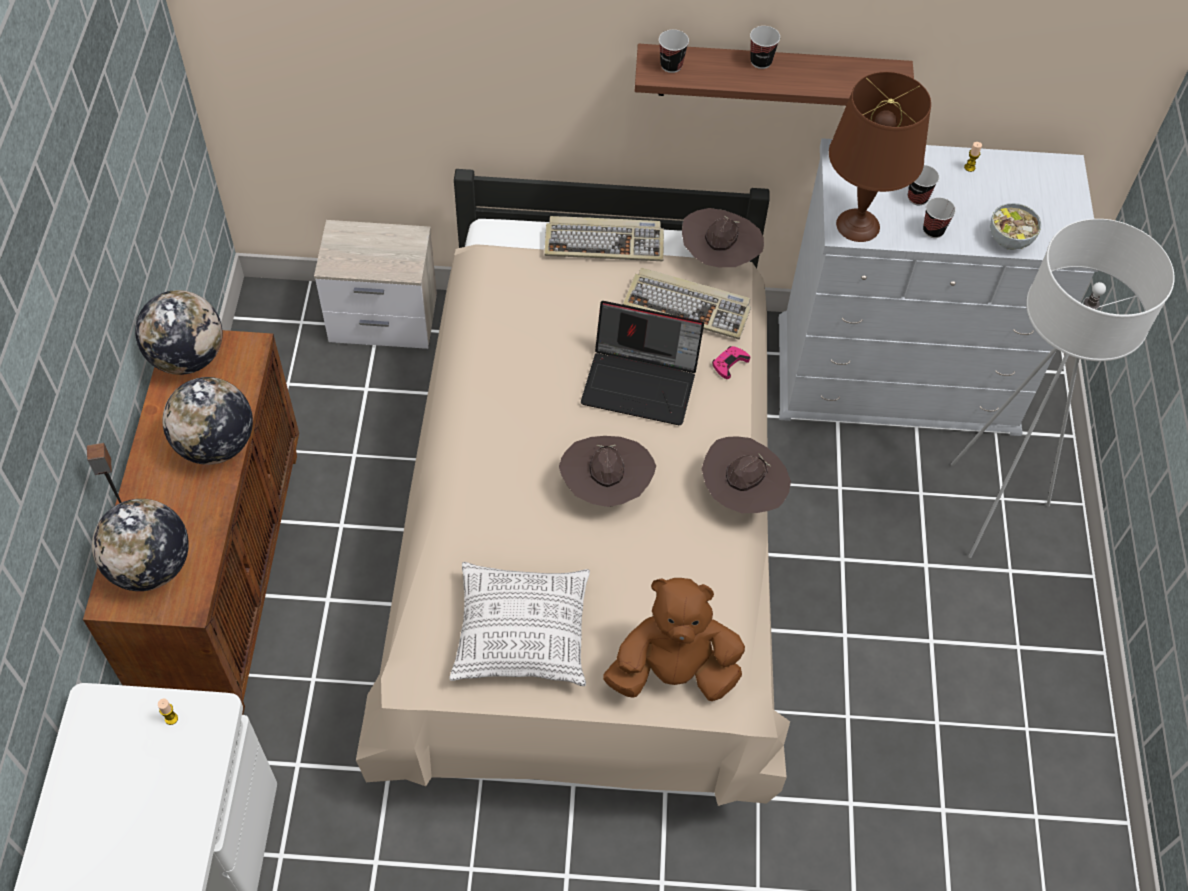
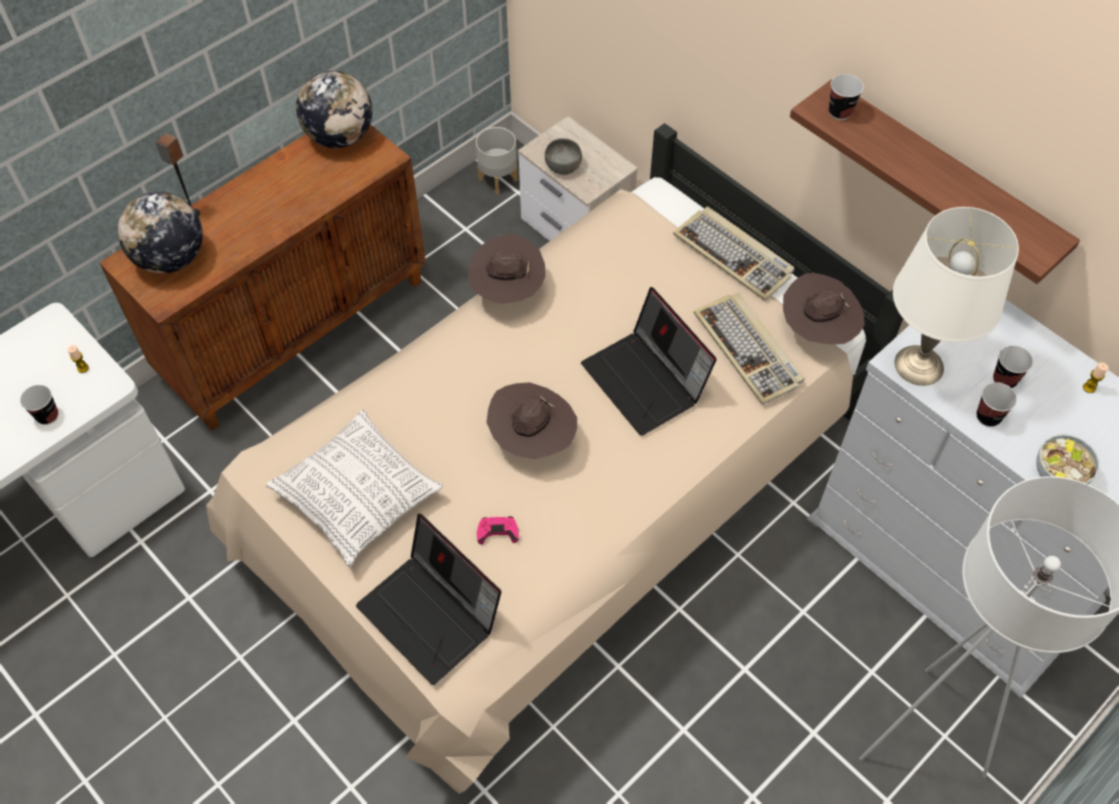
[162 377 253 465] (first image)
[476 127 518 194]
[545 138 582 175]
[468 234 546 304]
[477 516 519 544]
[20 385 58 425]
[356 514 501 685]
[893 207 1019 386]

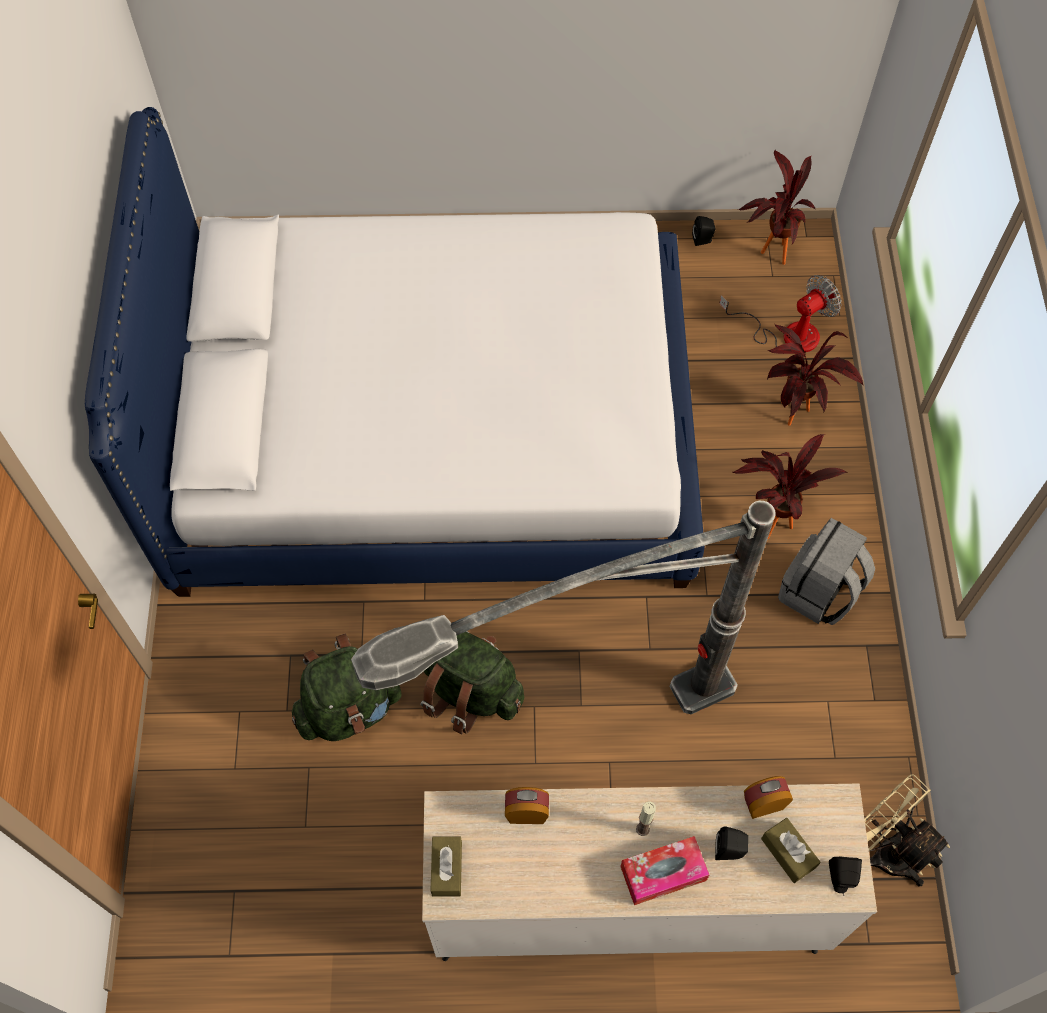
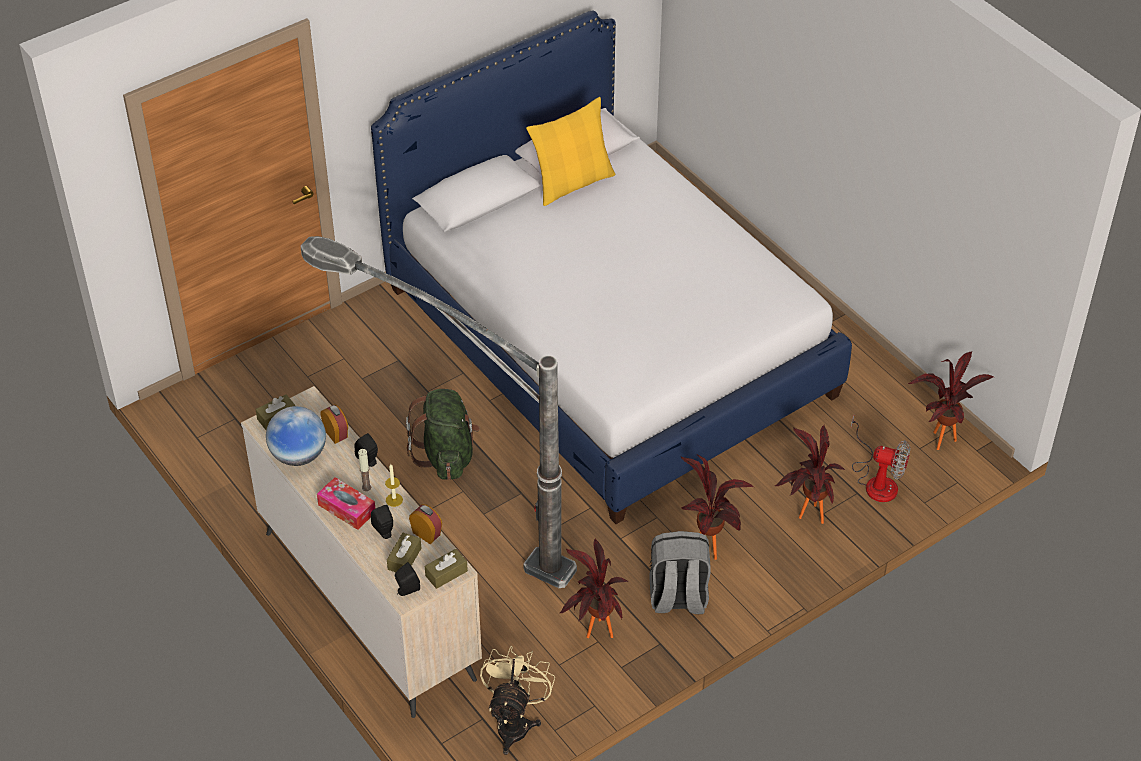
[292 633 402 741] (first image)
[266 406 326 466]
[385 464 403 507]
[425 549 468 589]
[526 97 616 206]
[560 539 628 638]
[354 433 378 467]

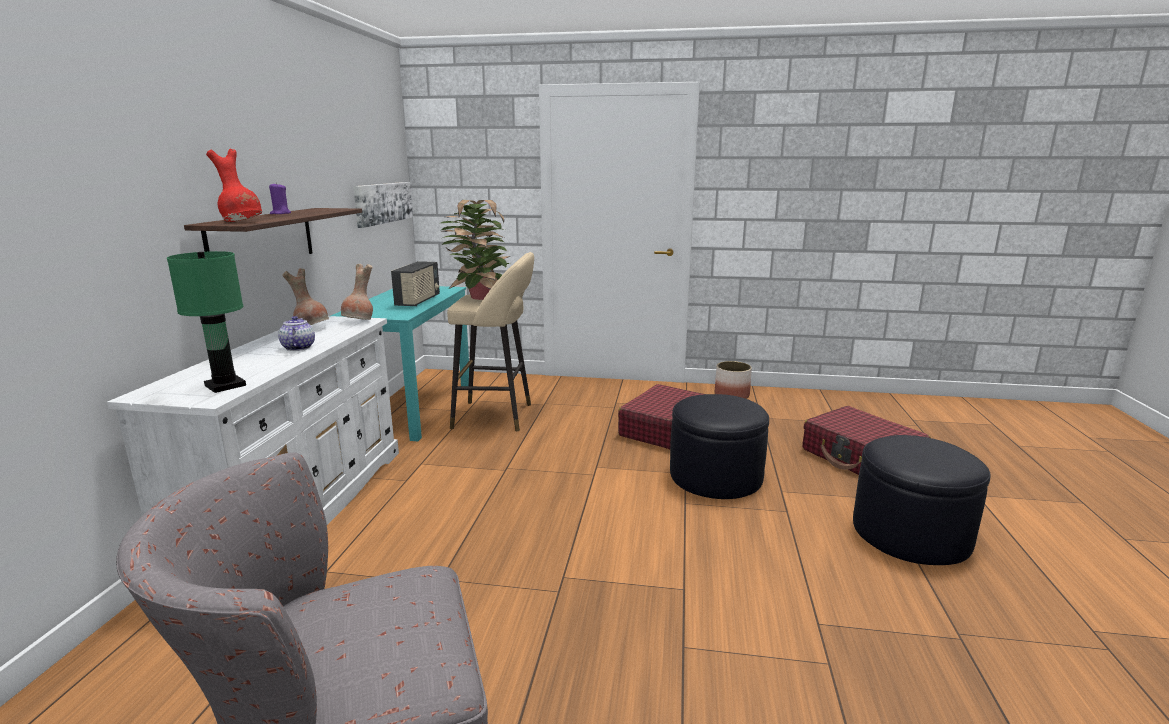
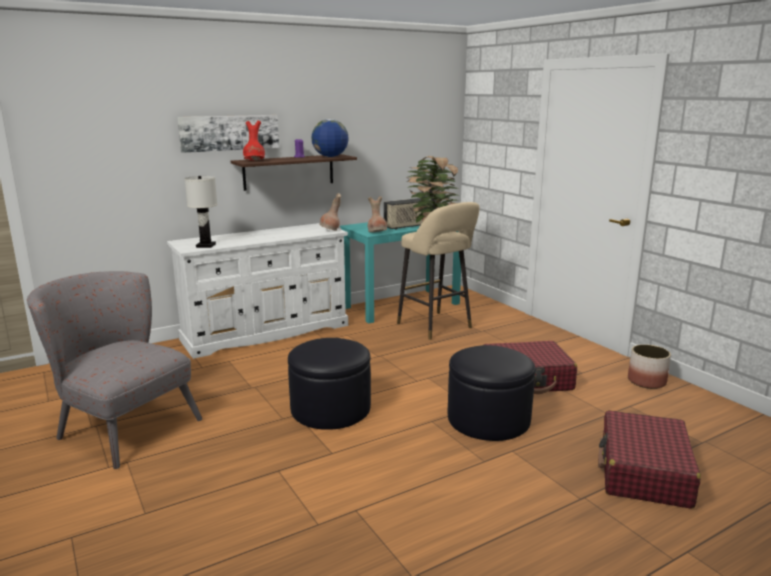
[278 316 315 351] (first image)
[311 119 349 157]
[367 196 387 232]
[177 115 279 153]
[288 338 371 430]
[184 176 217 248]

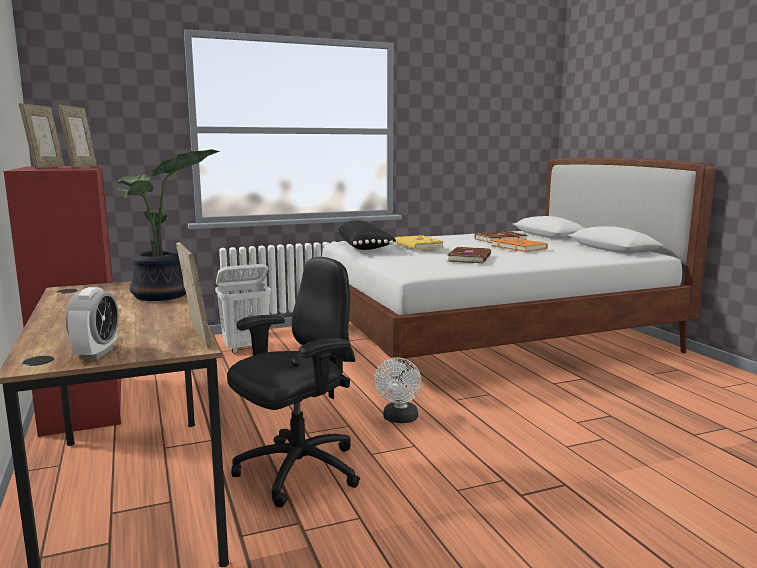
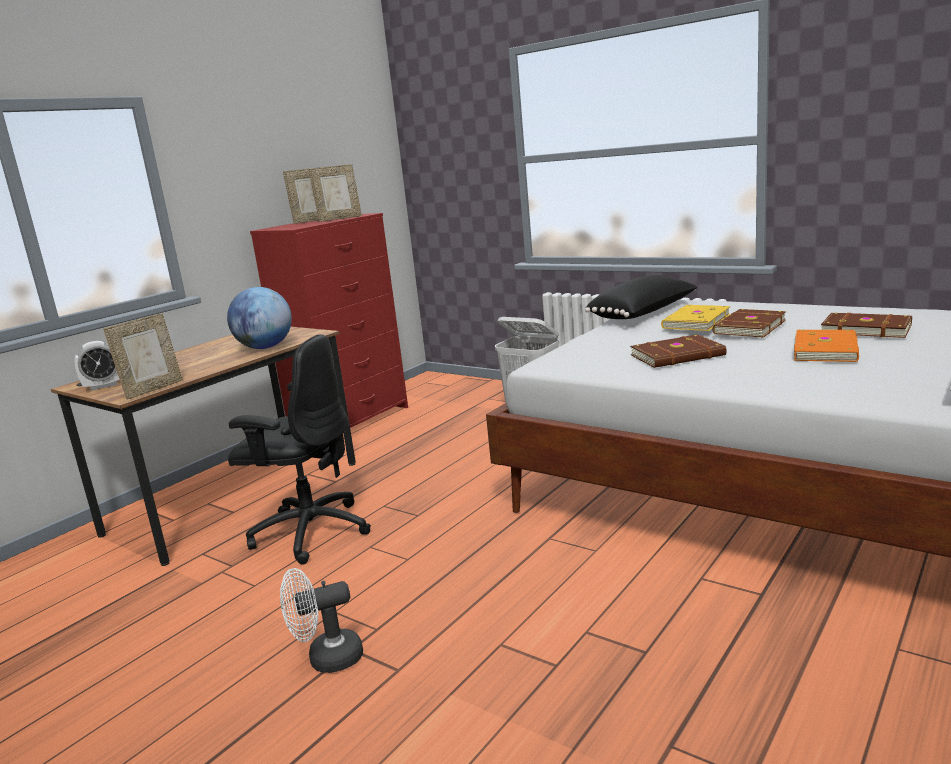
[713 309 786 338]
[280 568 363 673]
[227 287 292 349]

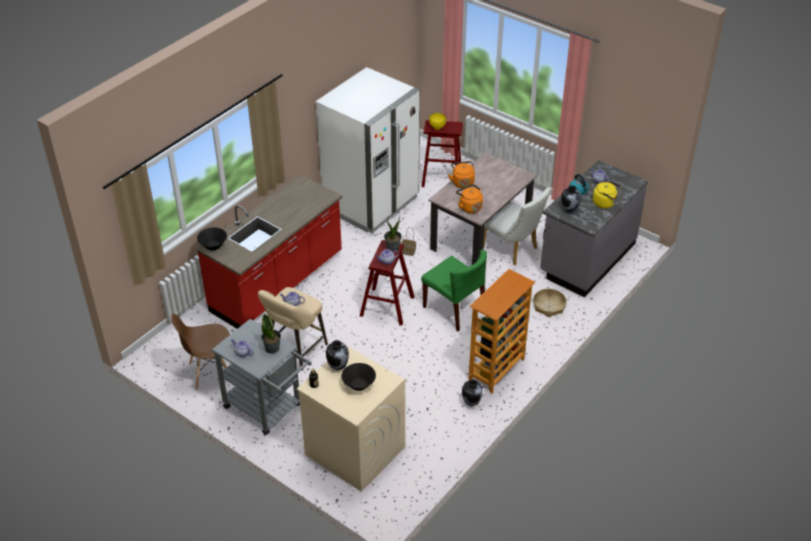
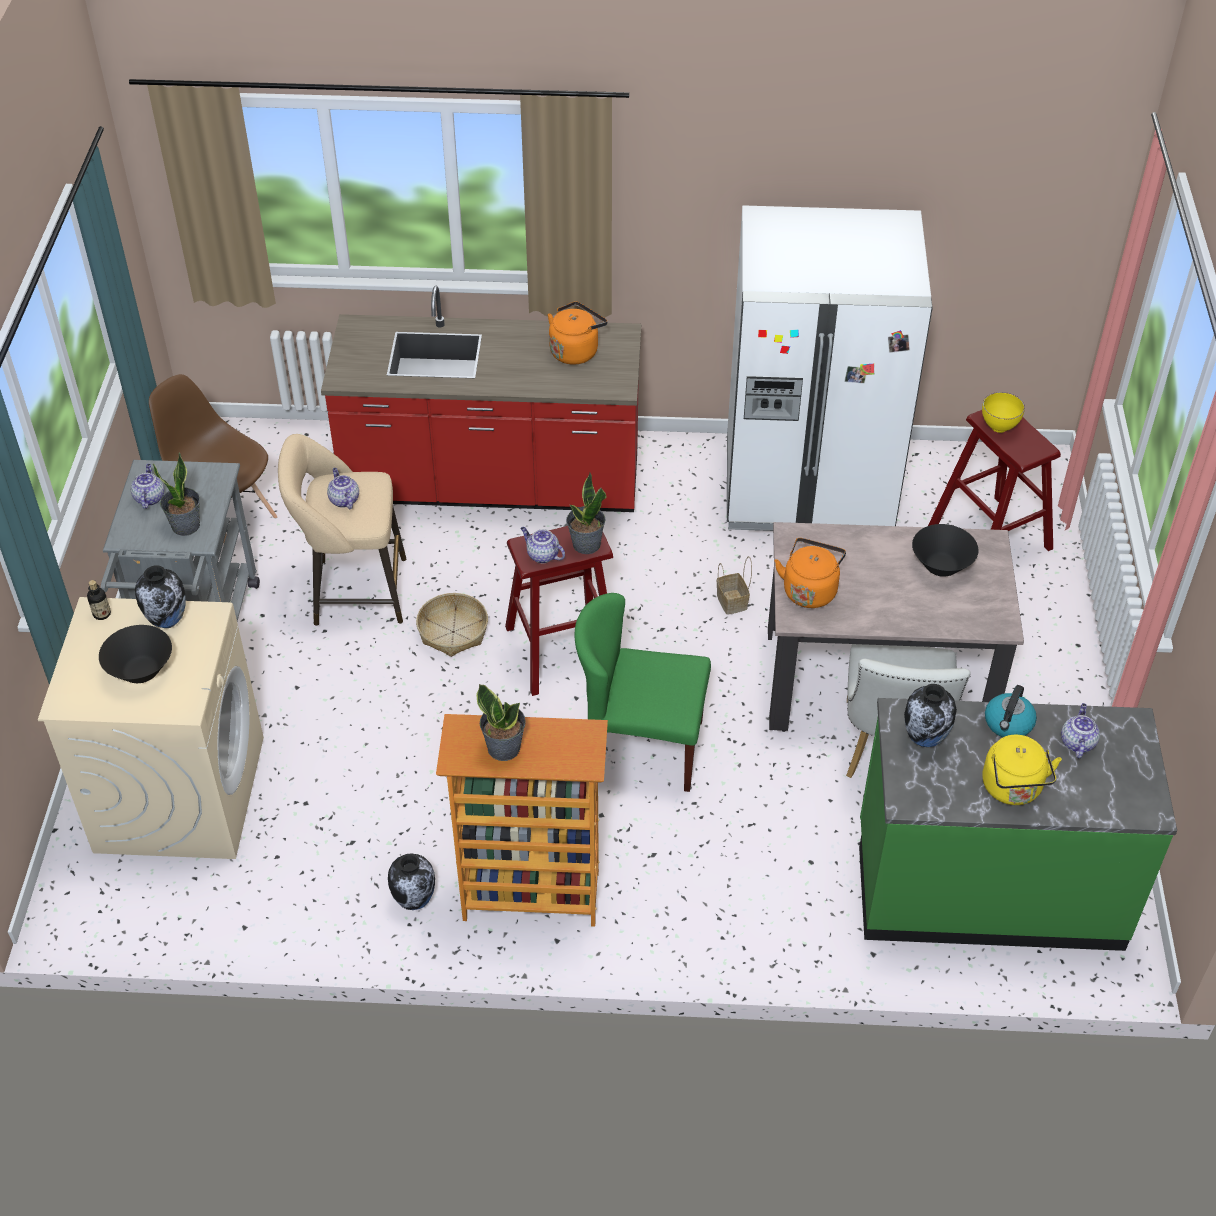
[476 684 526 761]
[912 524 978 577]
[548 301 607 365]
[416 593 488 657]
[859 698 1177 951]
[574 593 711 792]

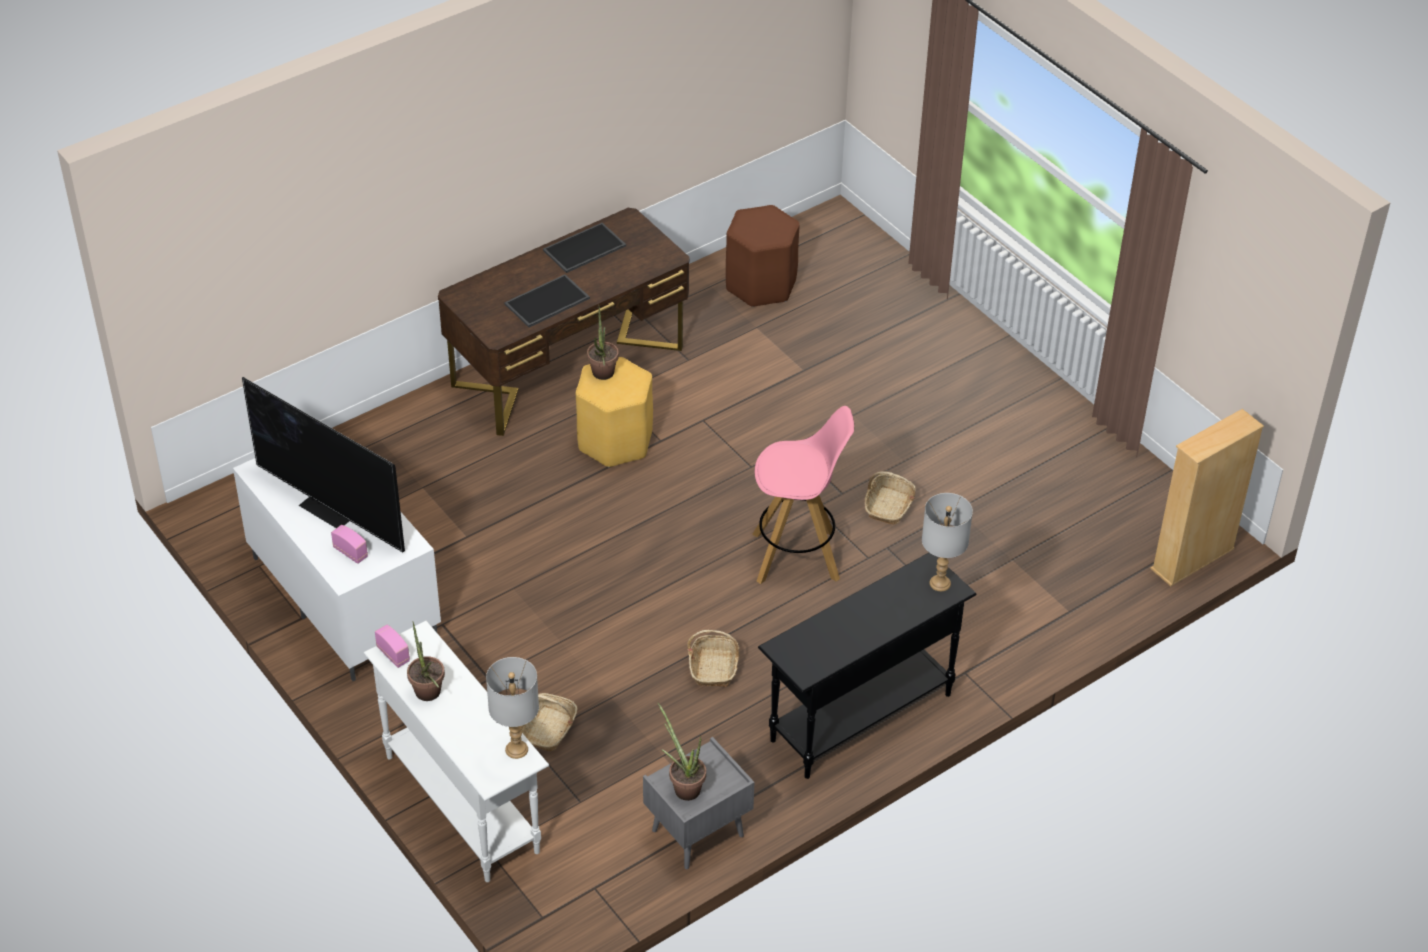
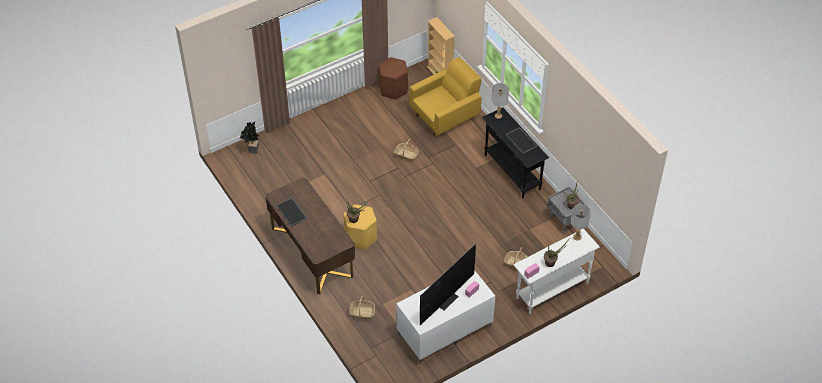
[752 406 854 584] (first image)
[240 122 259 154]
[409 57 482 135]
[505 127 538 154]
[349 296 375 319]
[379 57 408 100]

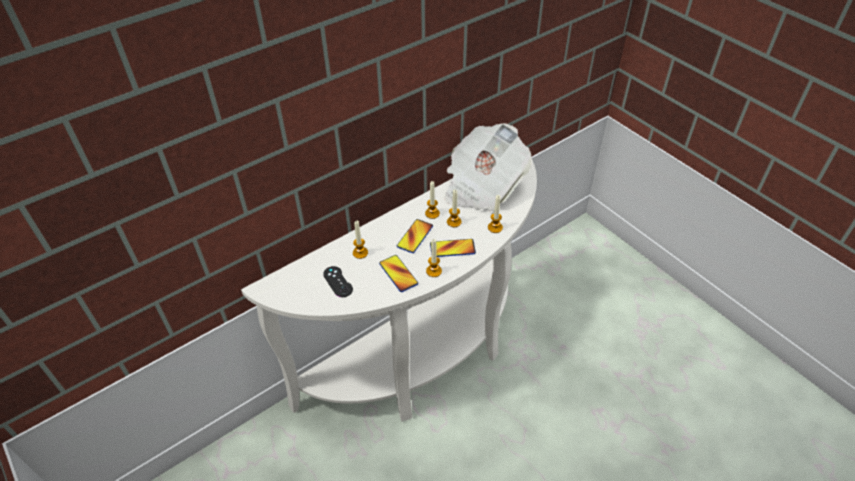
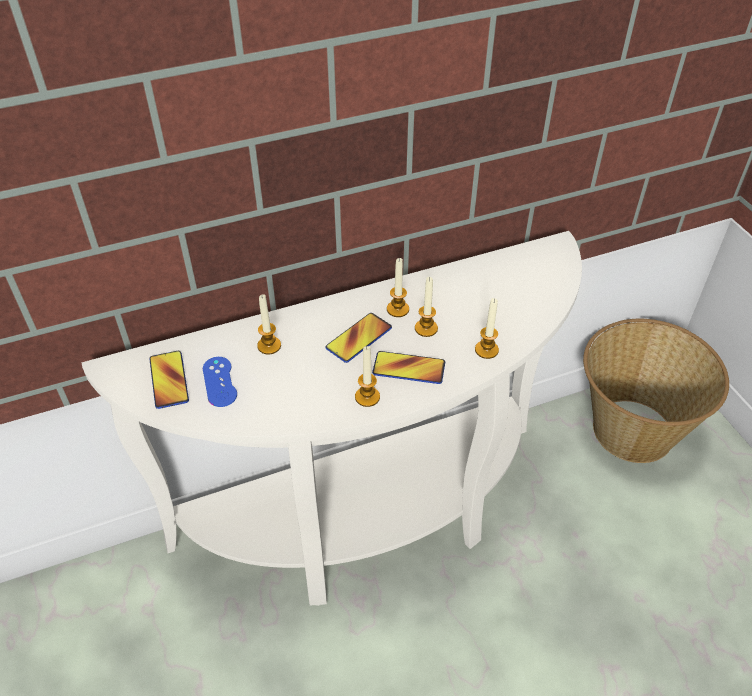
[444 123 532 211] (first image)
[583 319 729 463]
[149 351 189 409]
[203 357 237 407]

